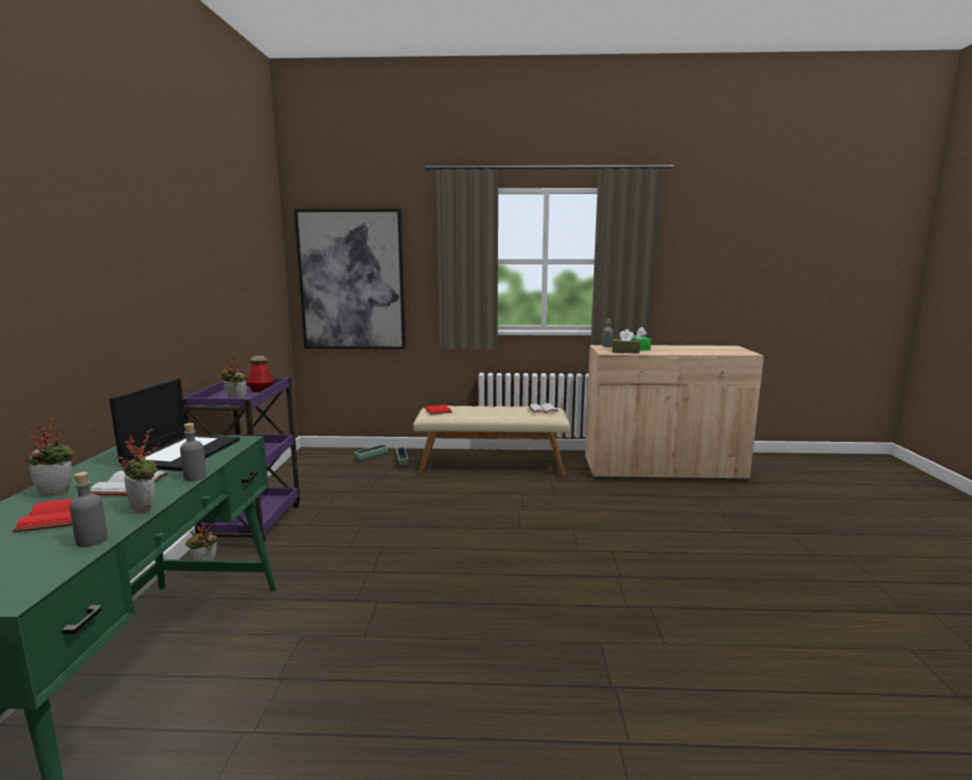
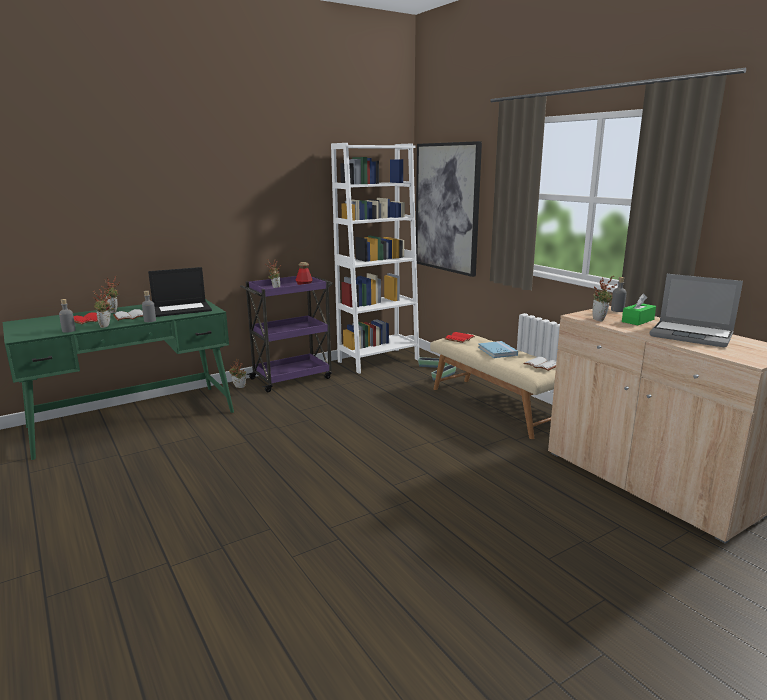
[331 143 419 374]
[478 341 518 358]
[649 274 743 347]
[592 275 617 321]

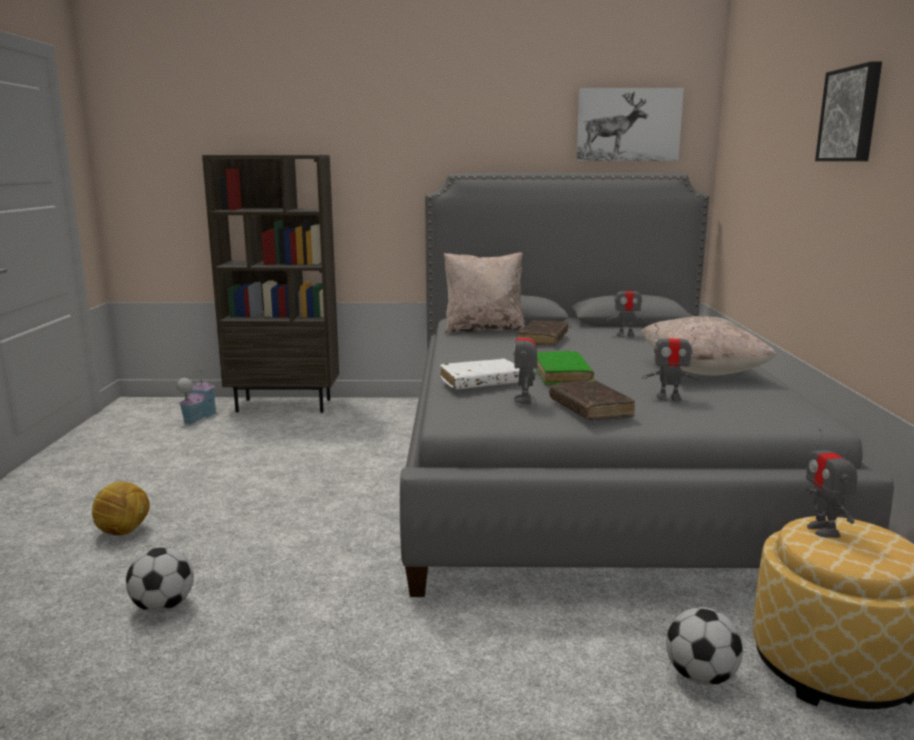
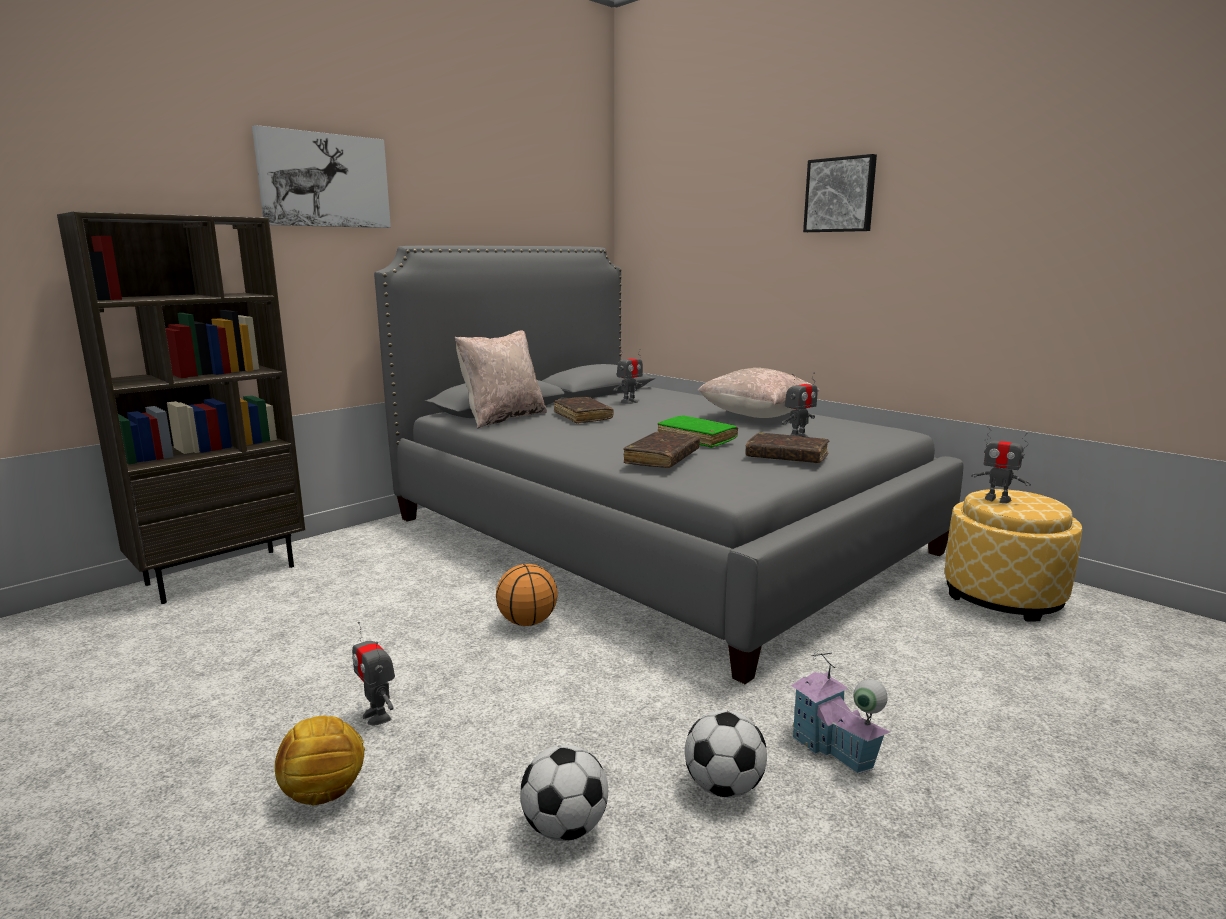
[496 564 558 626]
[790 651 890 774]
[352 622 395 725]
[252 125 391 228]
[685 710 767 798]
[623 432 700 468]

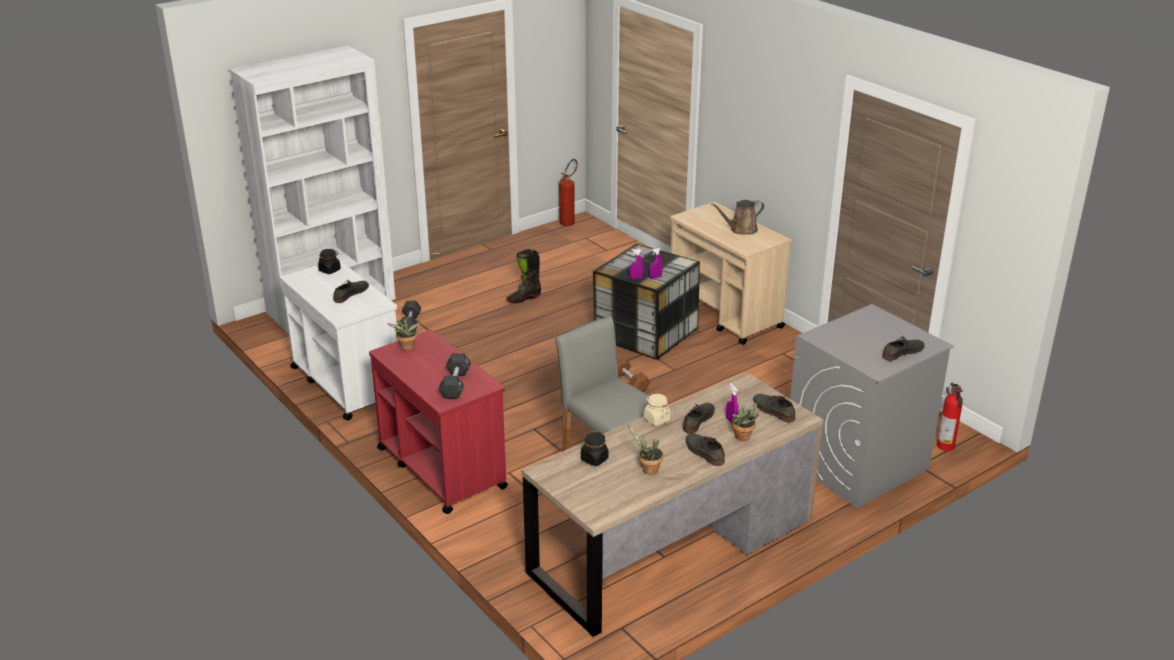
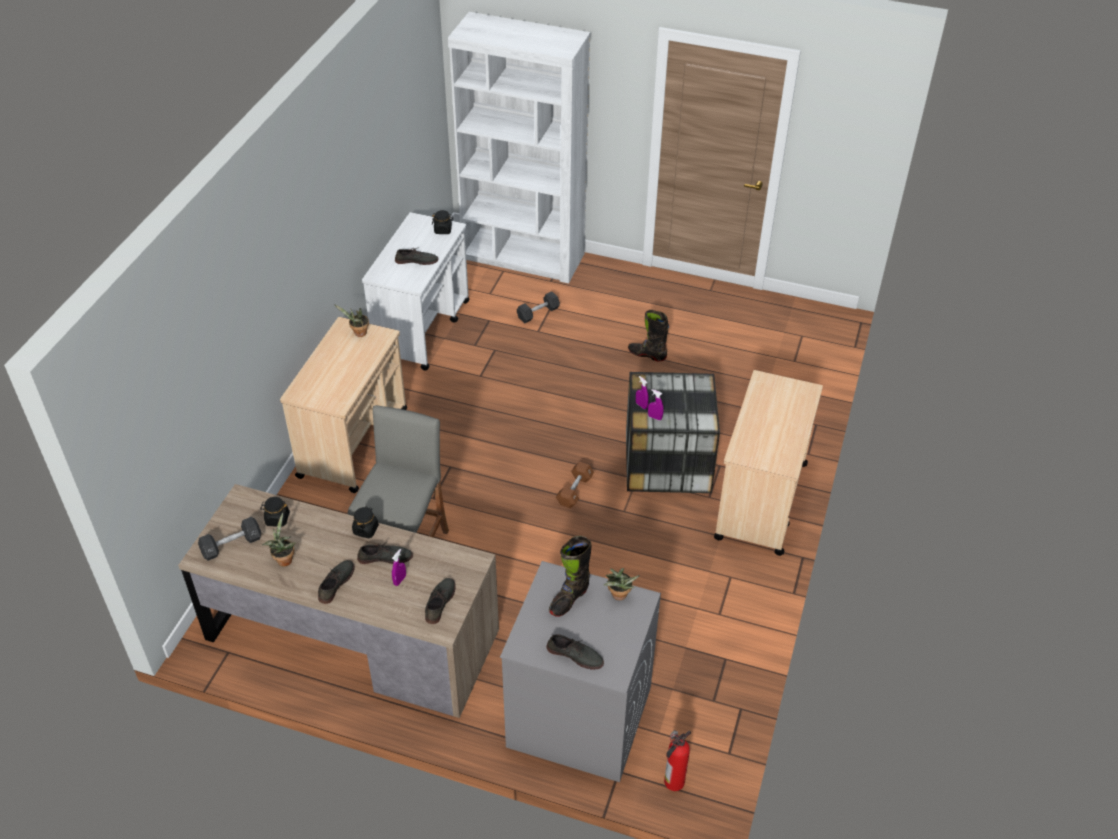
[559 159 578 226] (first image)
[711 200 764 235] (first image)
[549 536 591 617]
[198 517 261 561]
[603 568 640 600]
[280 317 407 493]
[352 506 379 538]

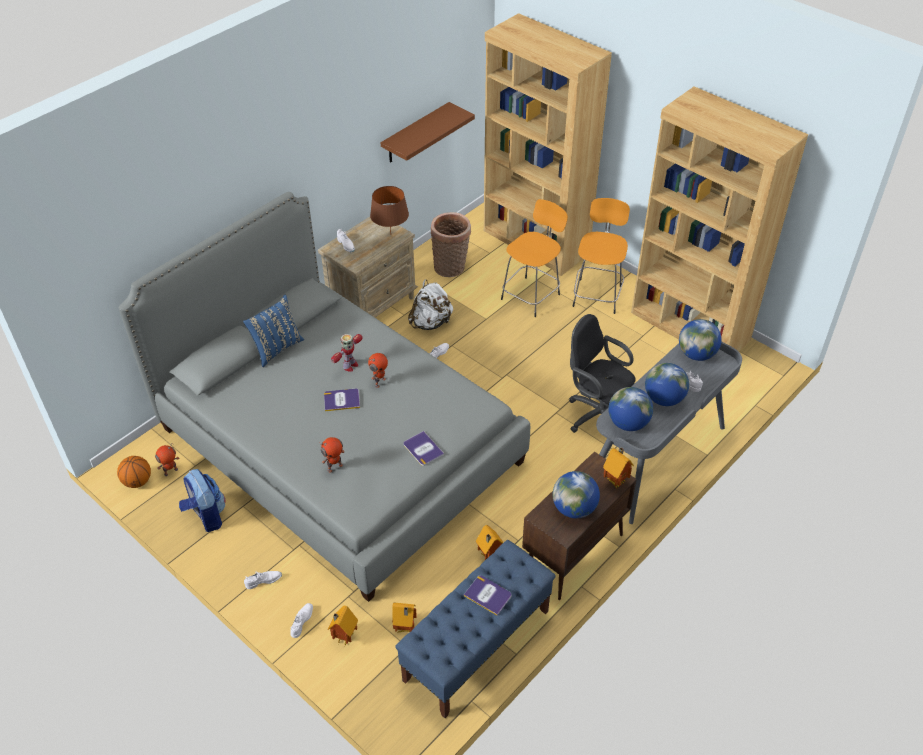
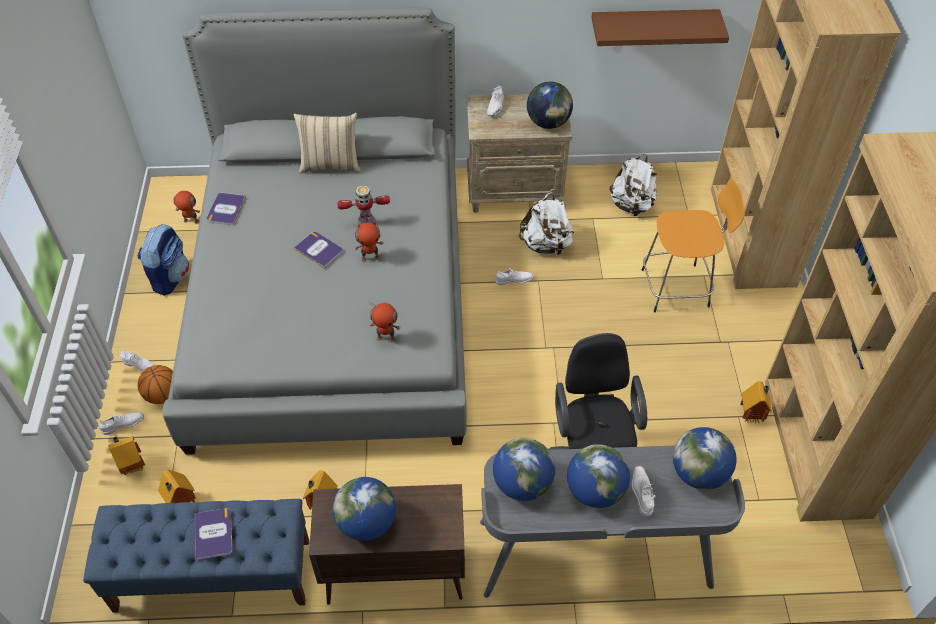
[572 198 630 314] (first image)
[138 365 173 404]
[370 301 401 342]
[207 192 246 225]
[740 381 772 424]
[527 82 573 129]
[609 154 657 216]
[294 113 361 174]

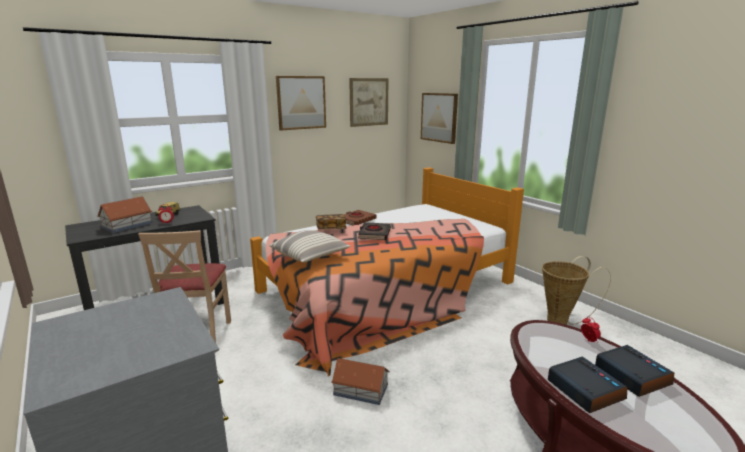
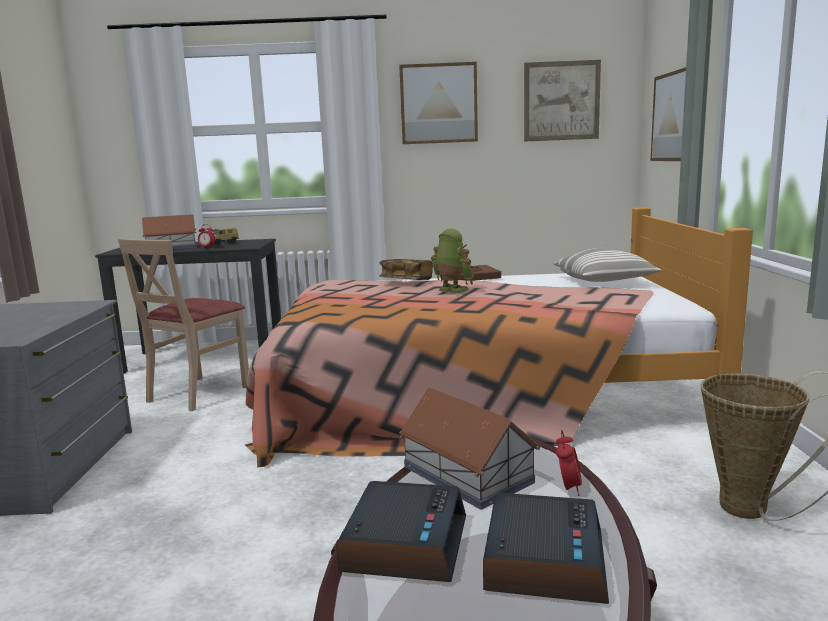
[553 248 662 282]
[399 388 541 509]
[431 228 474 293]

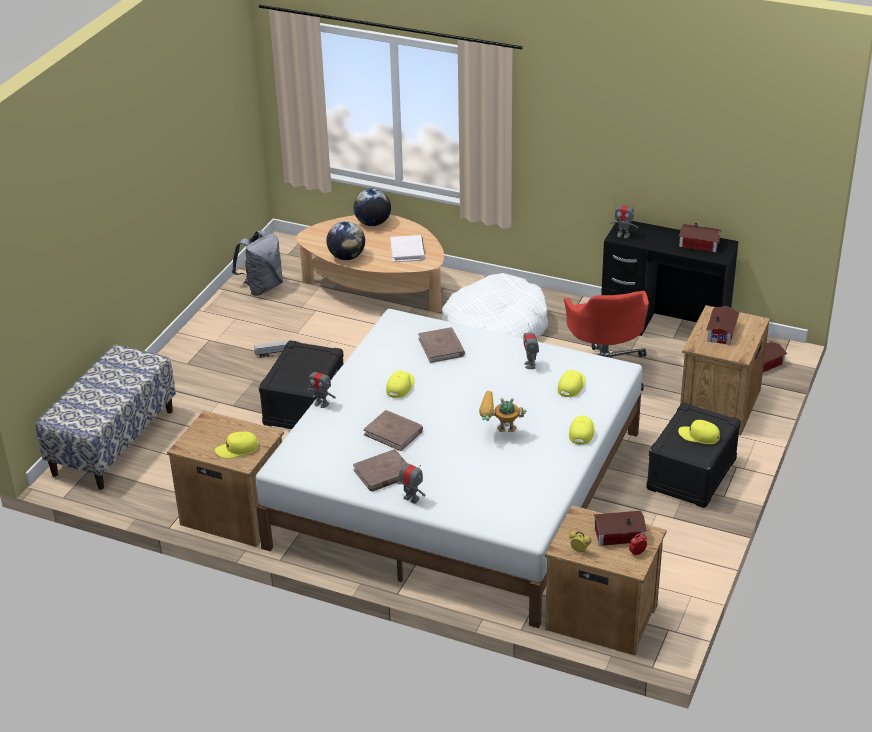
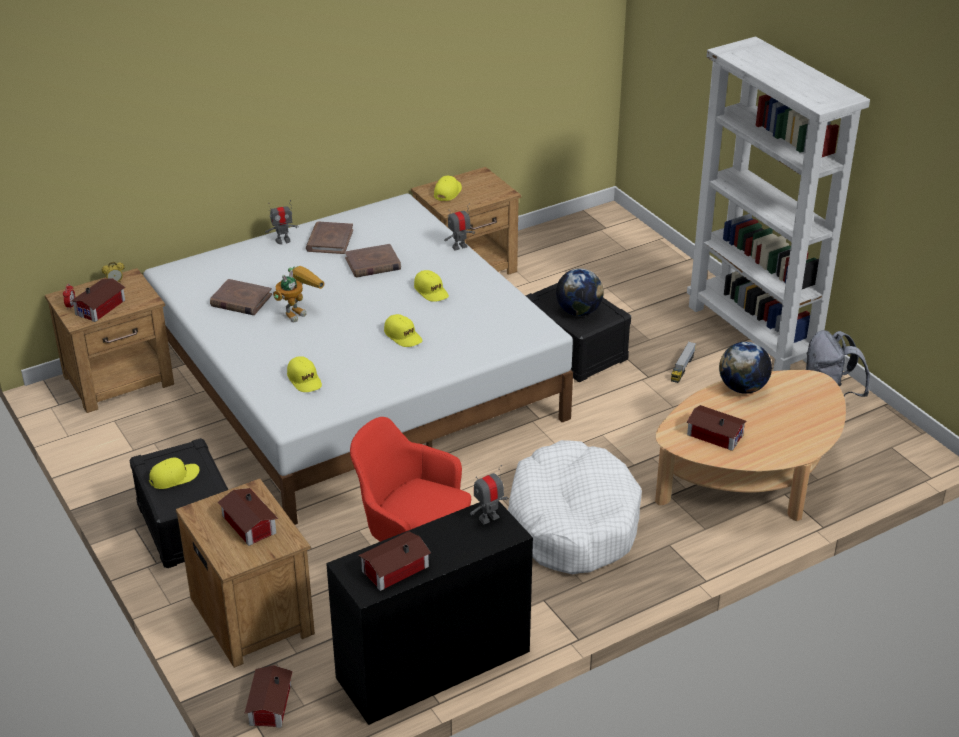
[36 344 176 490] (first image)
[523 323 539 369] (first image)
[687 37 870 371]
[556 268 604 316]
[210 279 272 315]
[384 314 422 347]
[687 405 747 451]

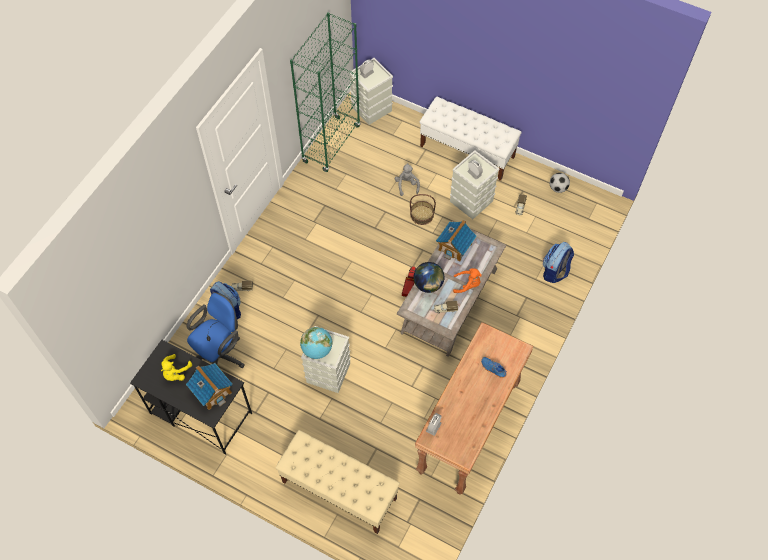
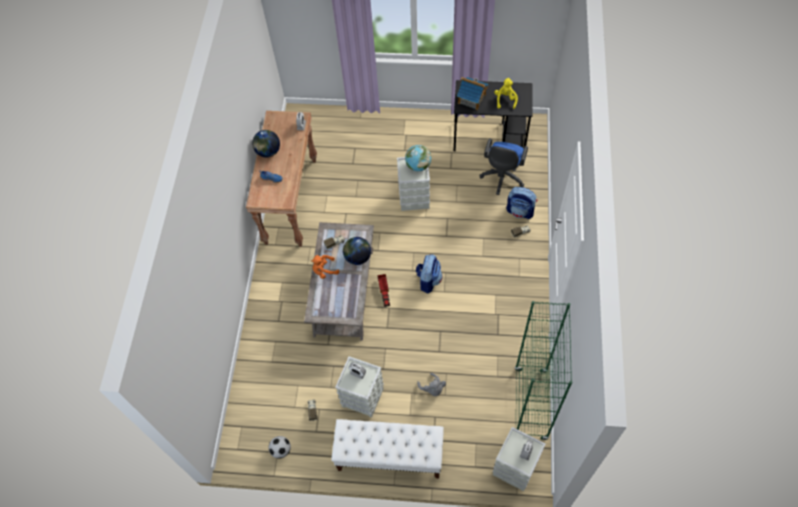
[275 430 400 534] (first image)
[410 194 436 225] (first image)
[436 220 476 262] (first image)
[252 130 280 158]
[416 254 442 293]

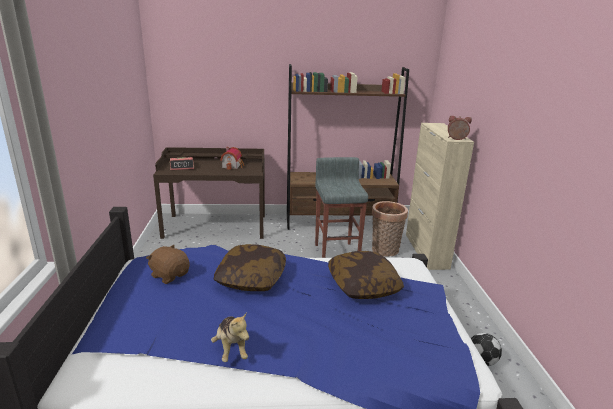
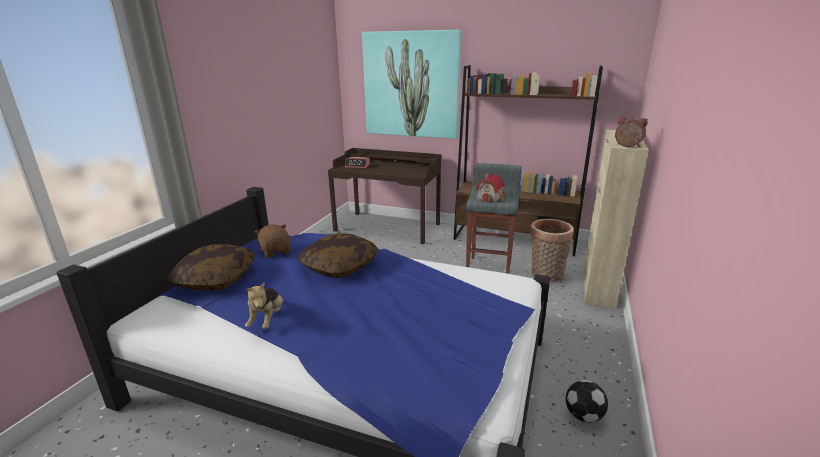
[362 30 461 139]
[476 173 506 202]
[166 244 255 290]

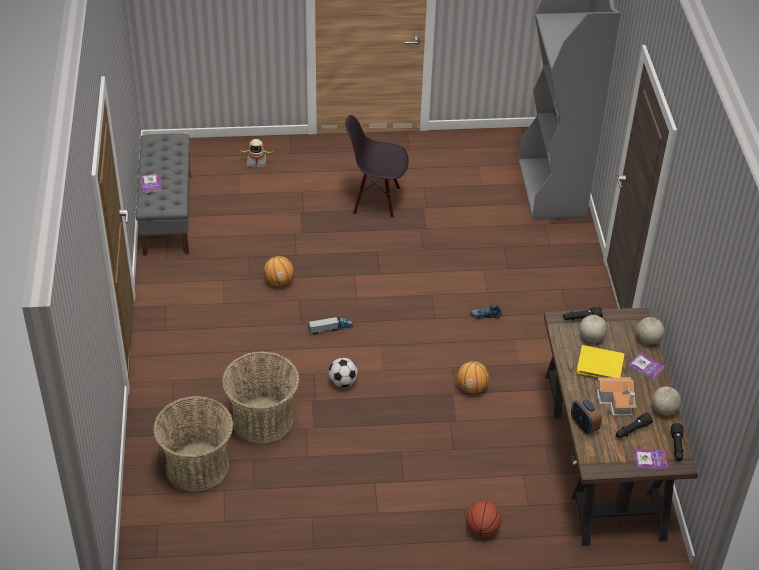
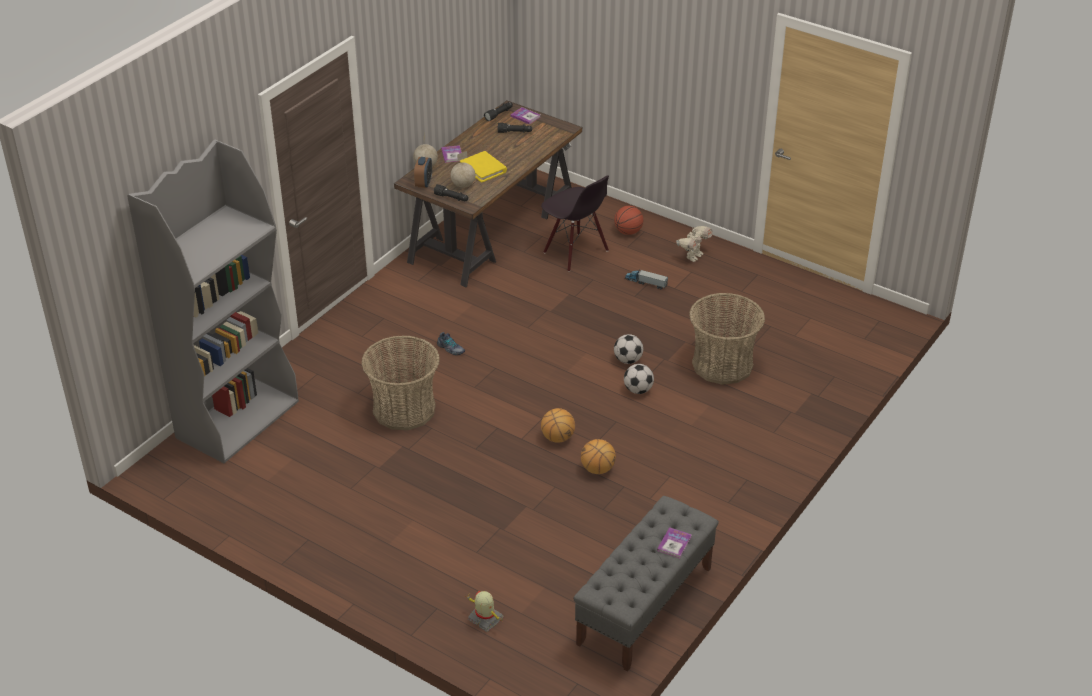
[597 377 636 416] (first image)
[652 377 681 415] (first image)
[624 364 654 394]
[676 226 713 262]
[361 335 440 430]
[625 270 668 290]
[541 176 609 272]
[541 408 575 443]
[414 157 432 188]

